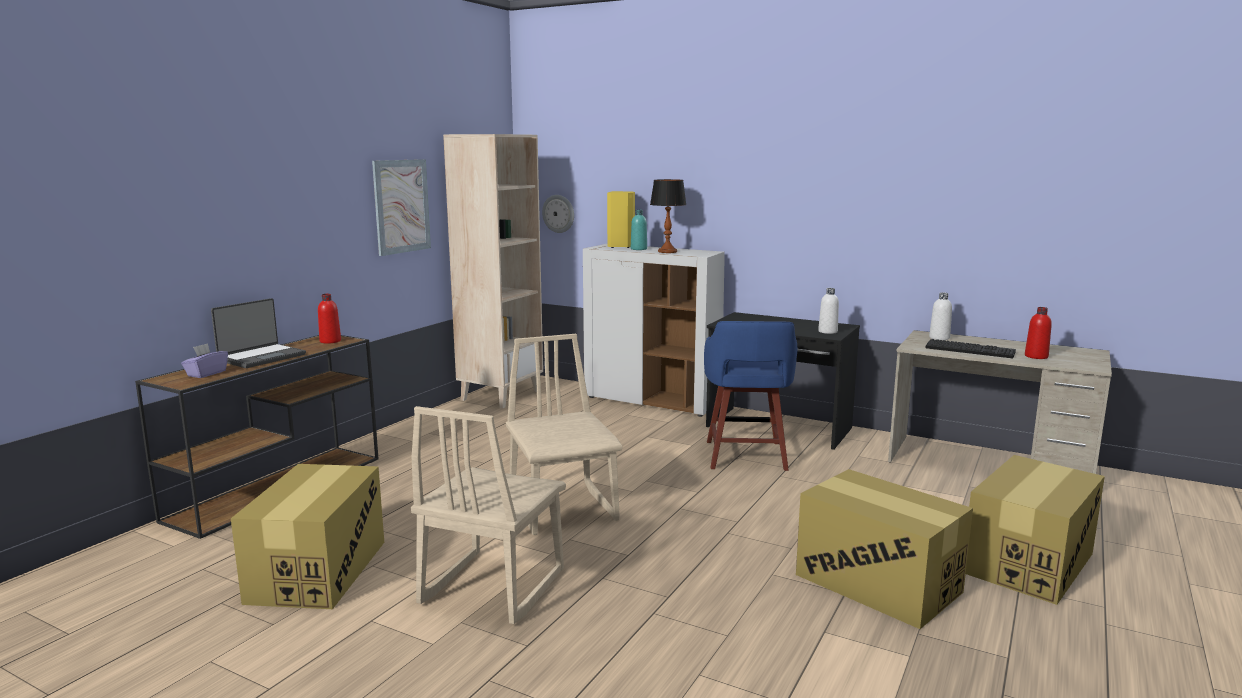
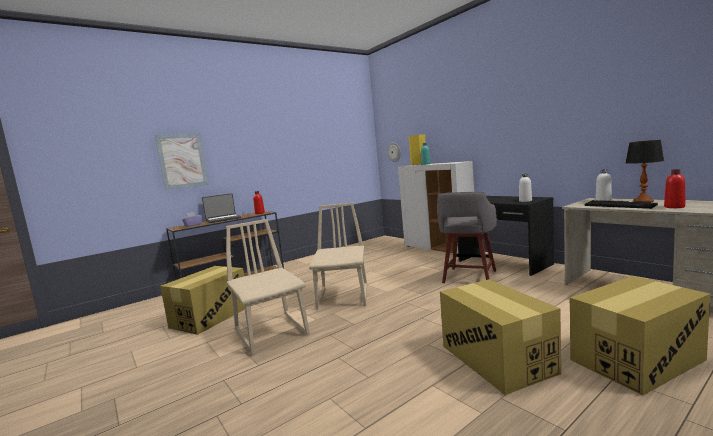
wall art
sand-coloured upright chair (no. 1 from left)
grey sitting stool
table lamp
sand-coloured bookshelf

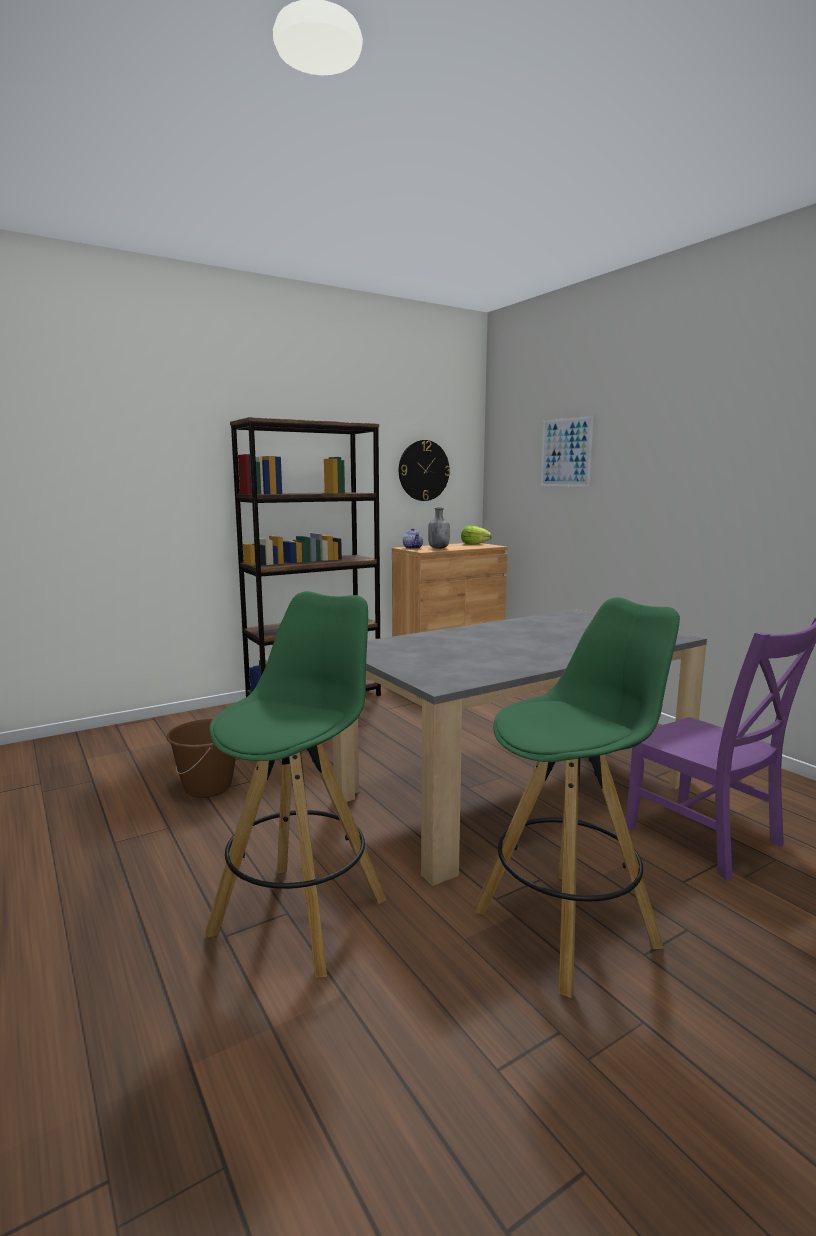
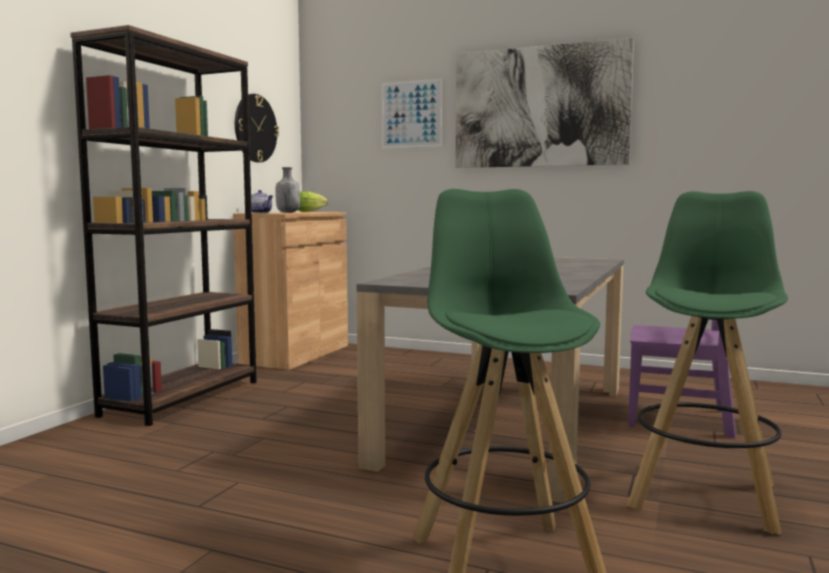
wall art (no. 2 from left)
brown pail

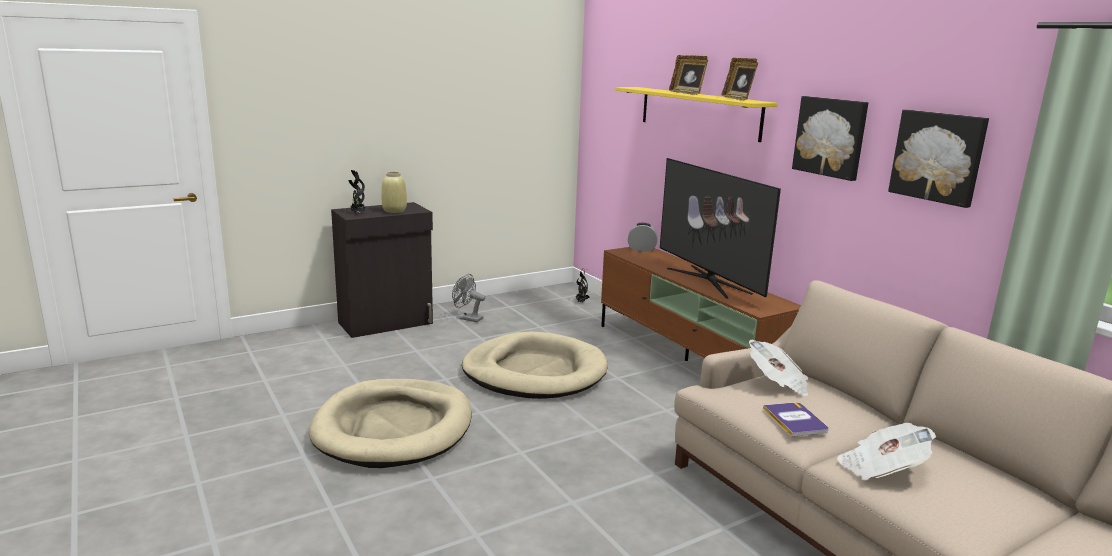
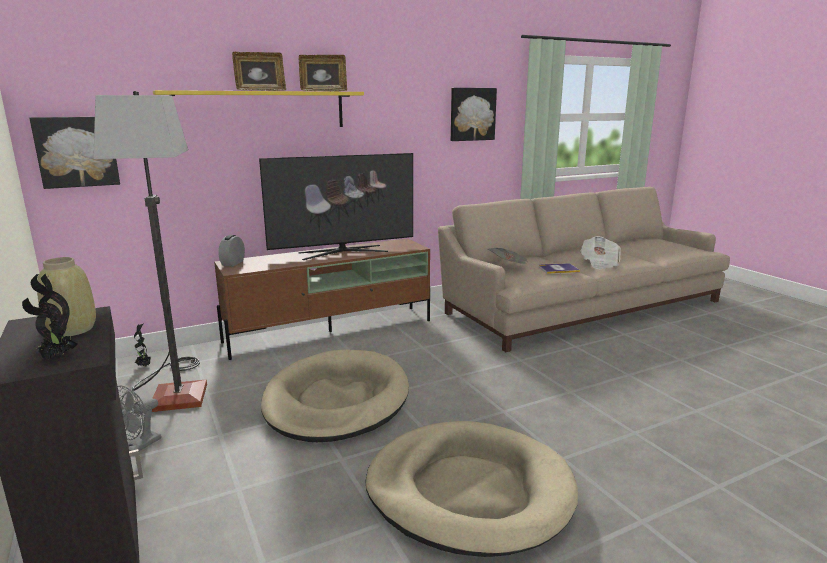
wall art (no. 1 from left)
standard lamp

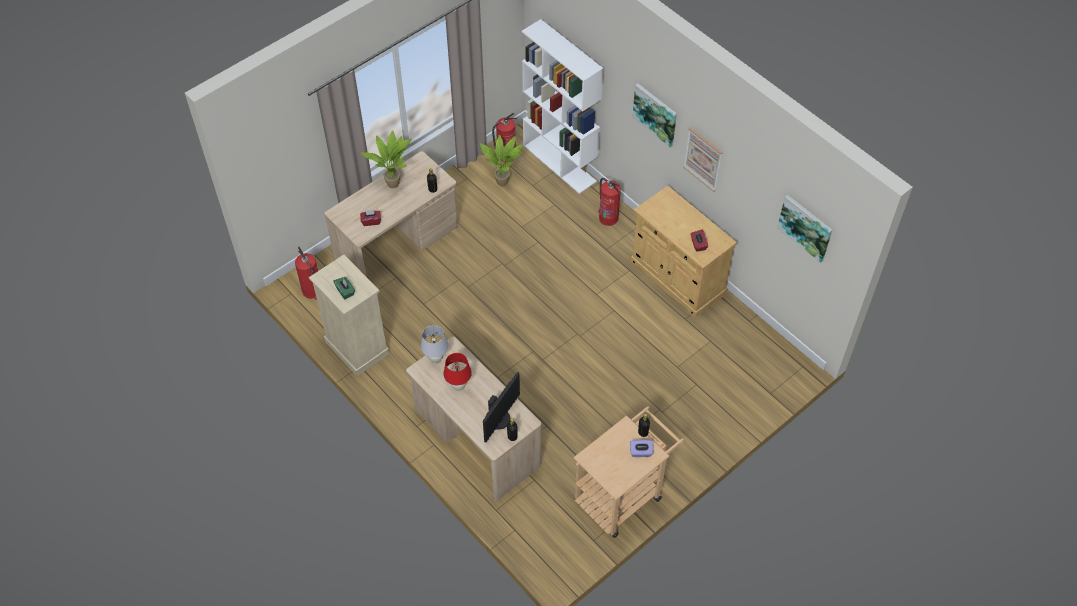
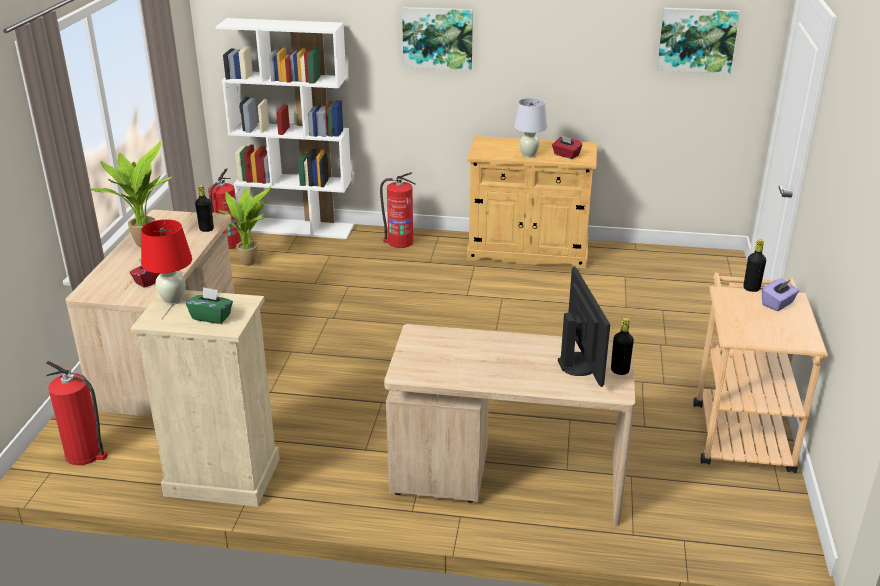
red table lamp
white table lamp
wall art (no. 2 from left in the first image)

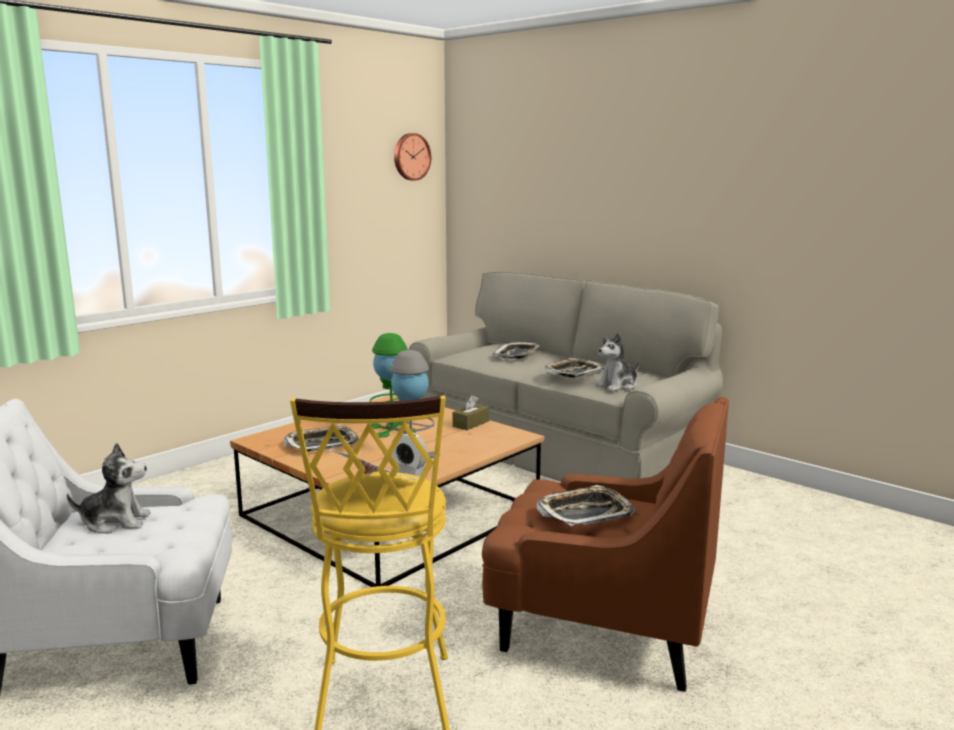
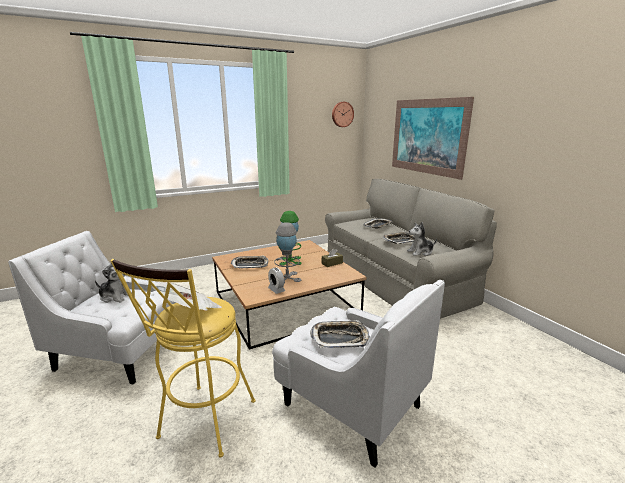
white easy chair (no. 2 from left)
wall art

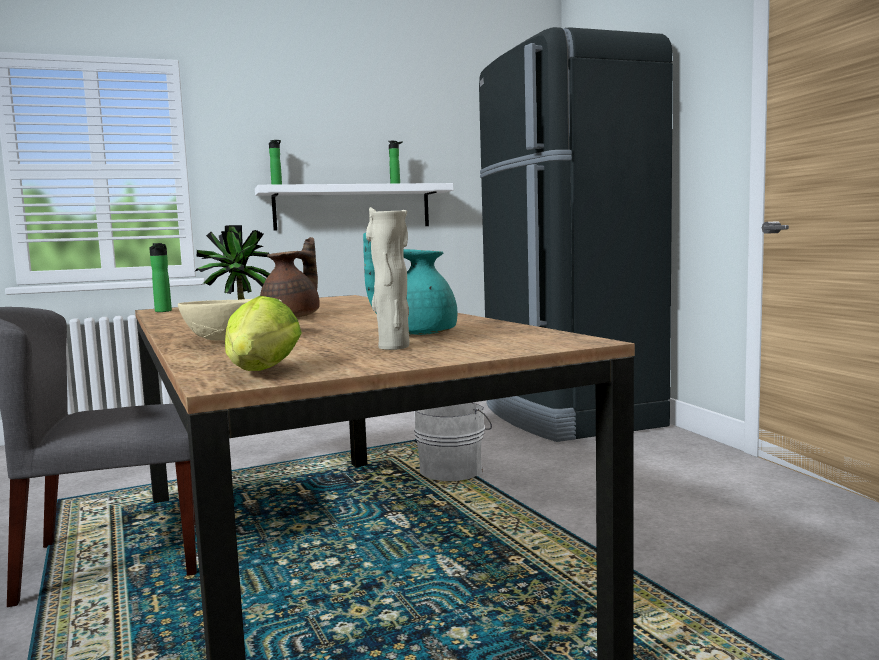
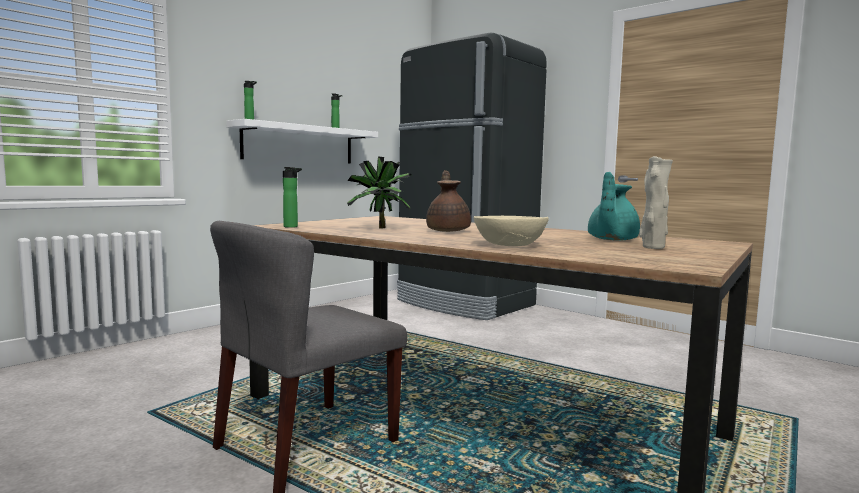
head of lettuce
white pail

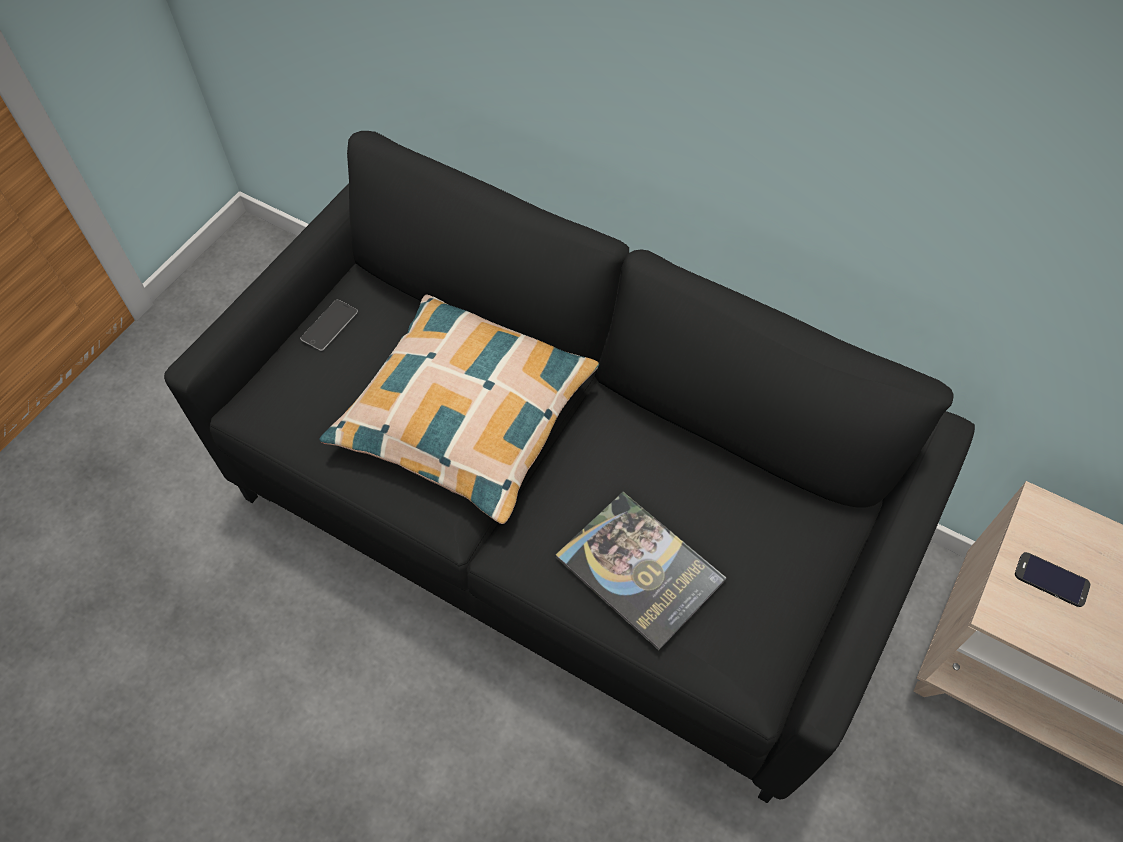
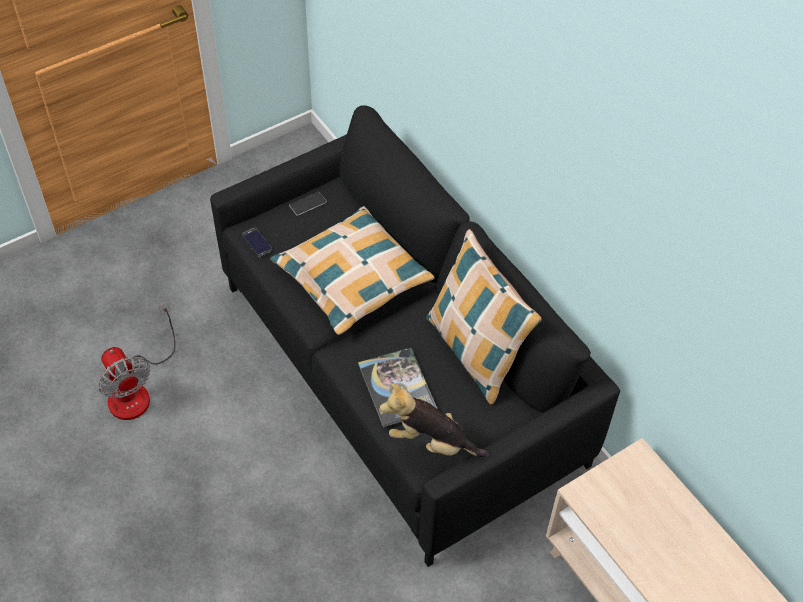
cooling fan
phone (no. 1 from left)
plush toy
throw pillow (no. 2 from left)

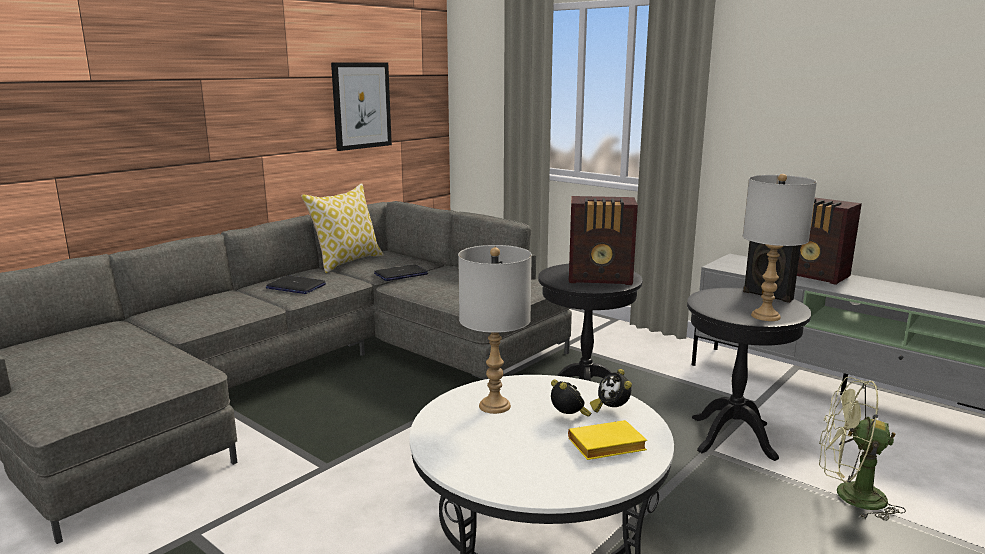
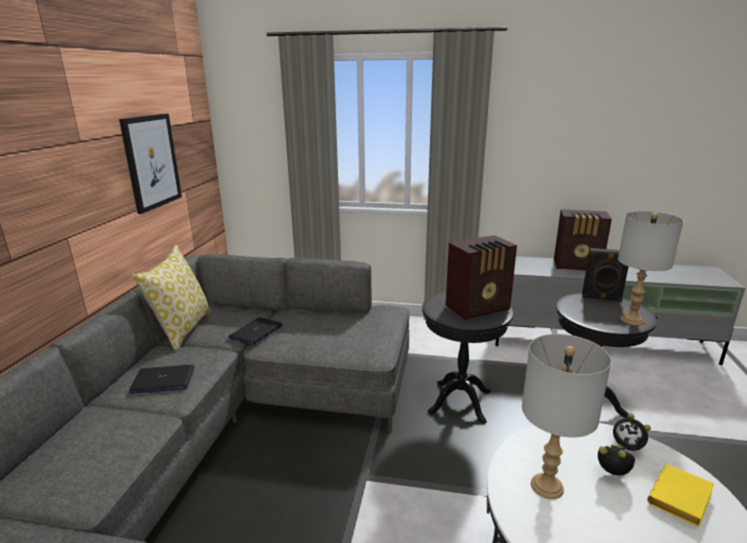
greenish cooling fan

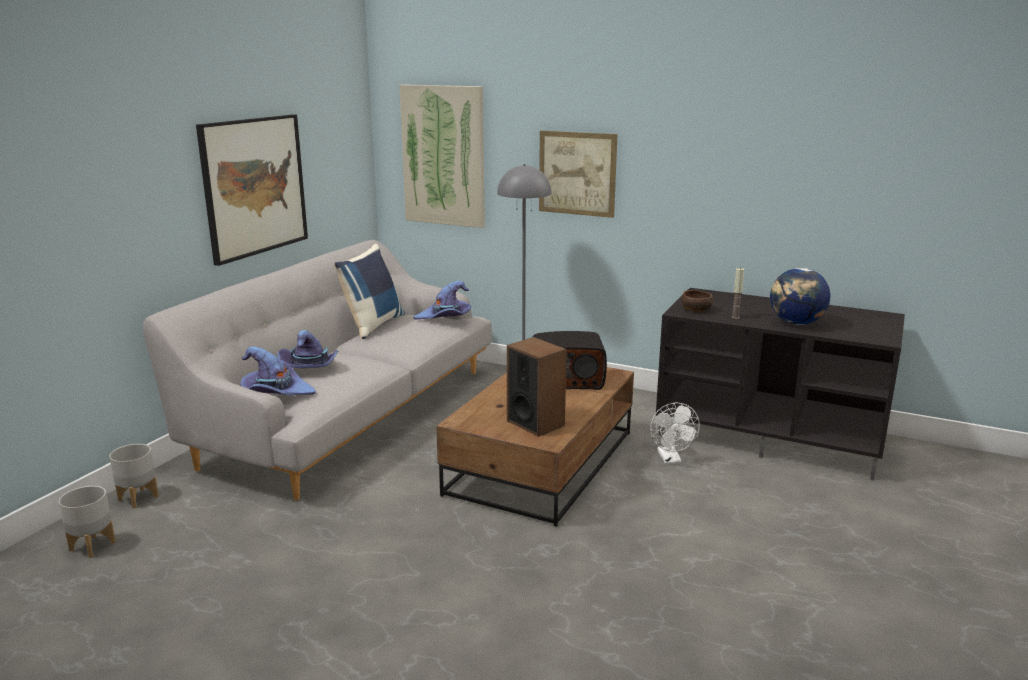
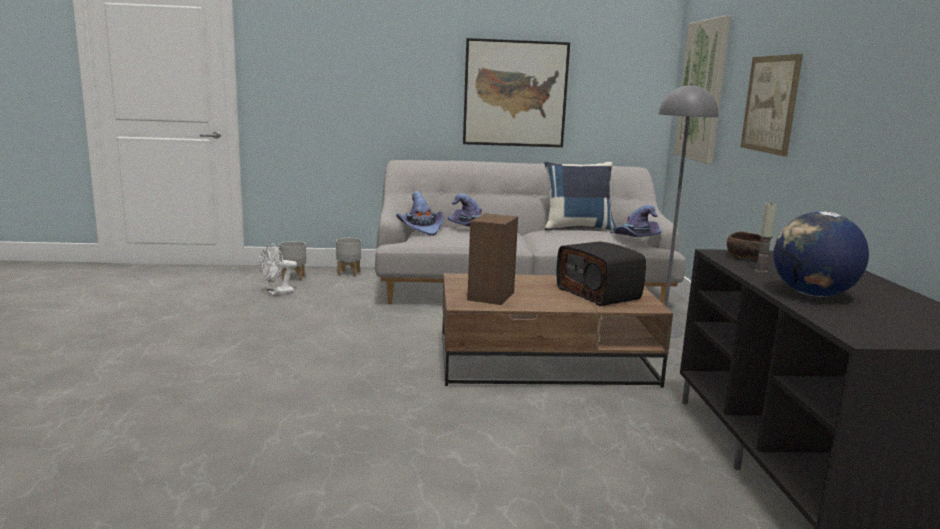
white cooling fan

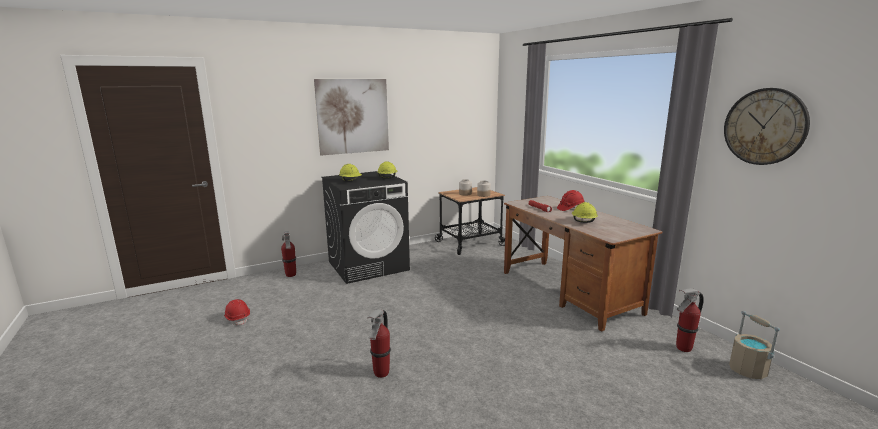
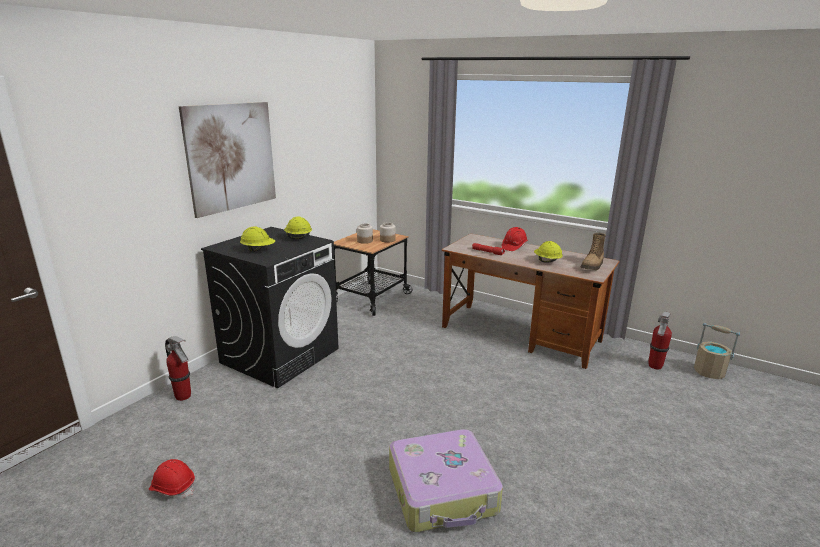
suitcase
high-top boot
clock on the wall

